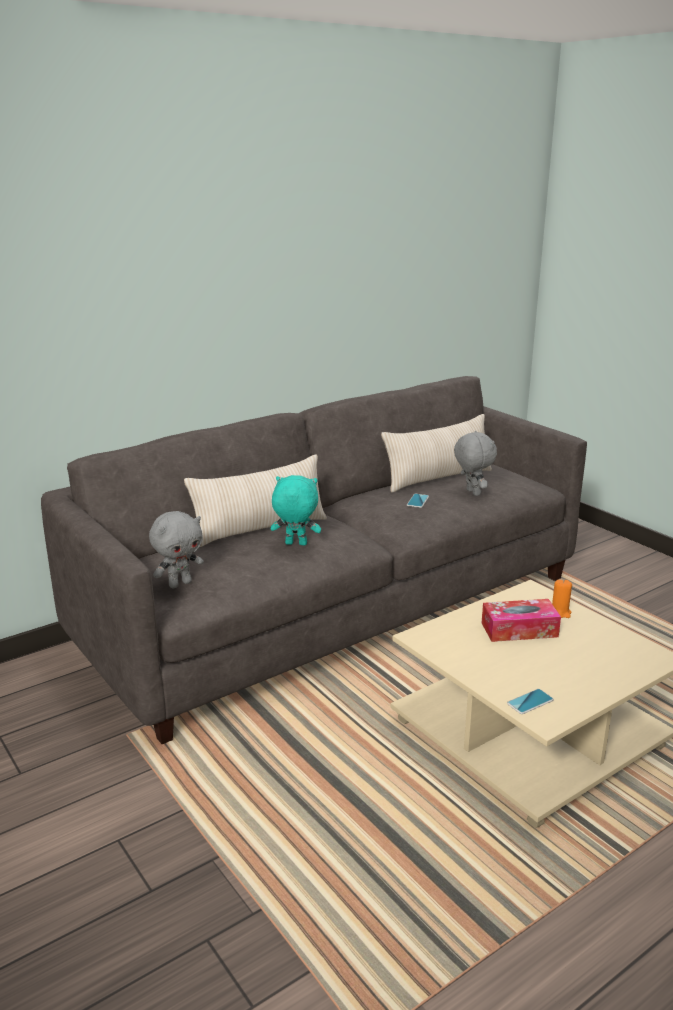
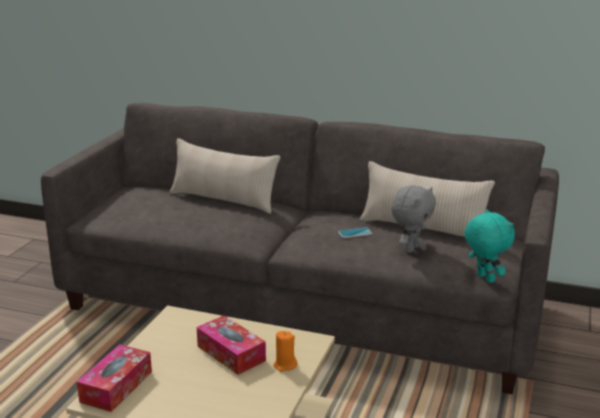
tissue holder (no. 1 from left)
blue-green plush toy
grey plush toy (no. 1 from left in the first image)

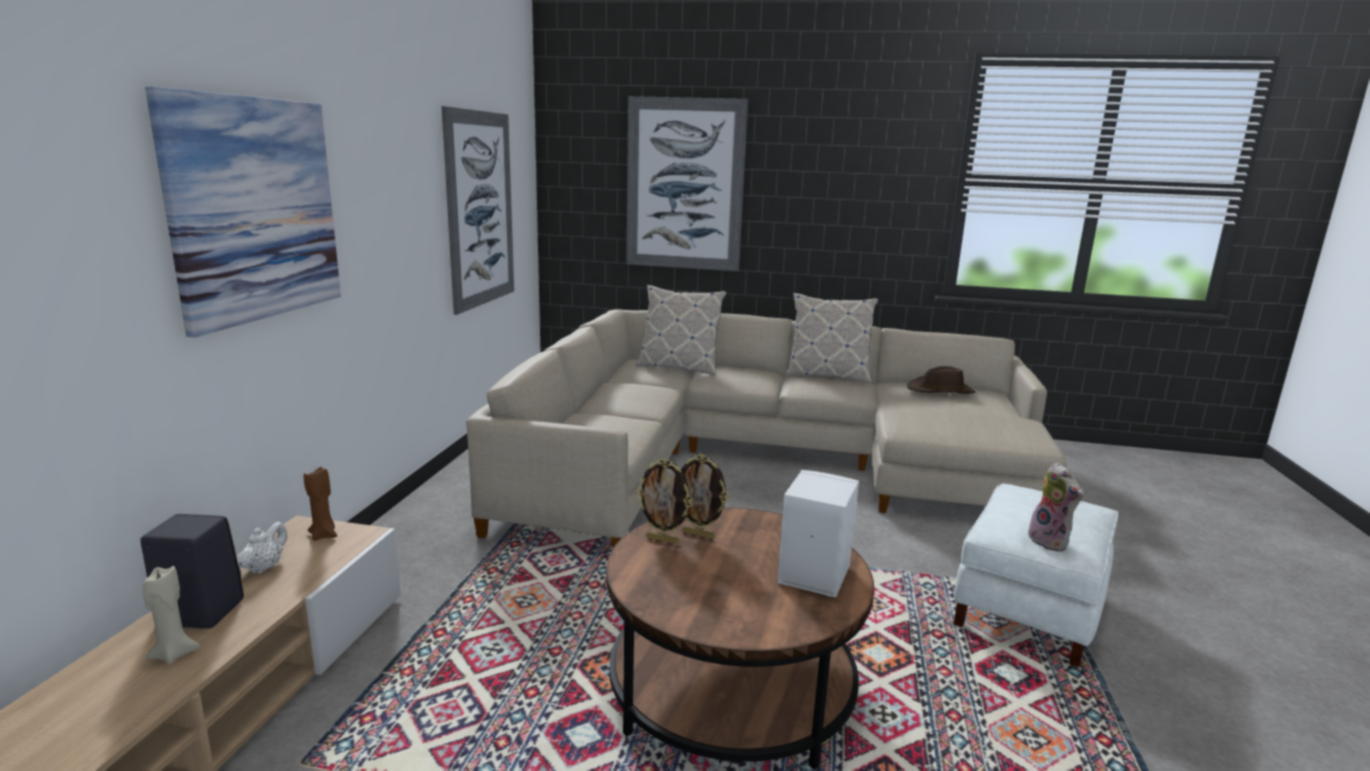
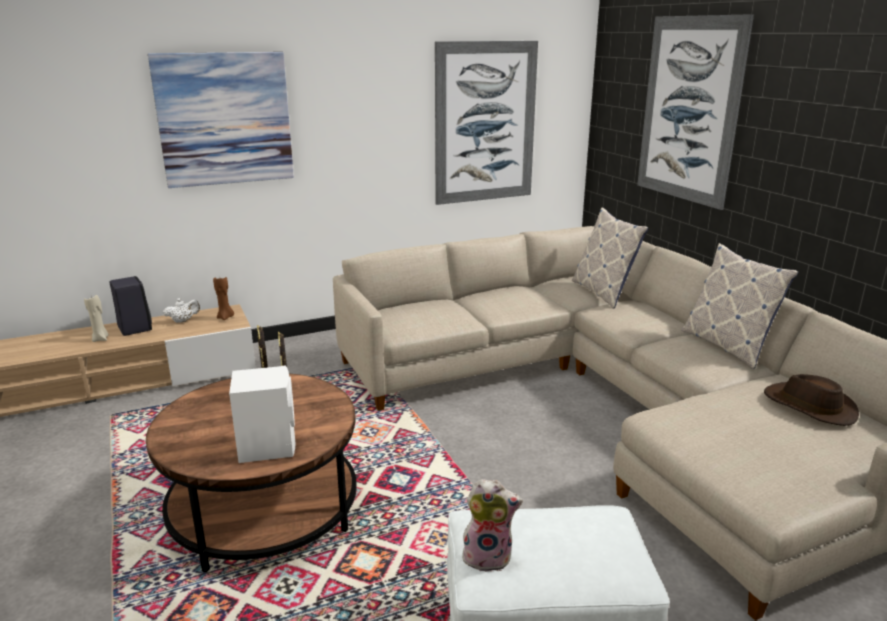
plush toy

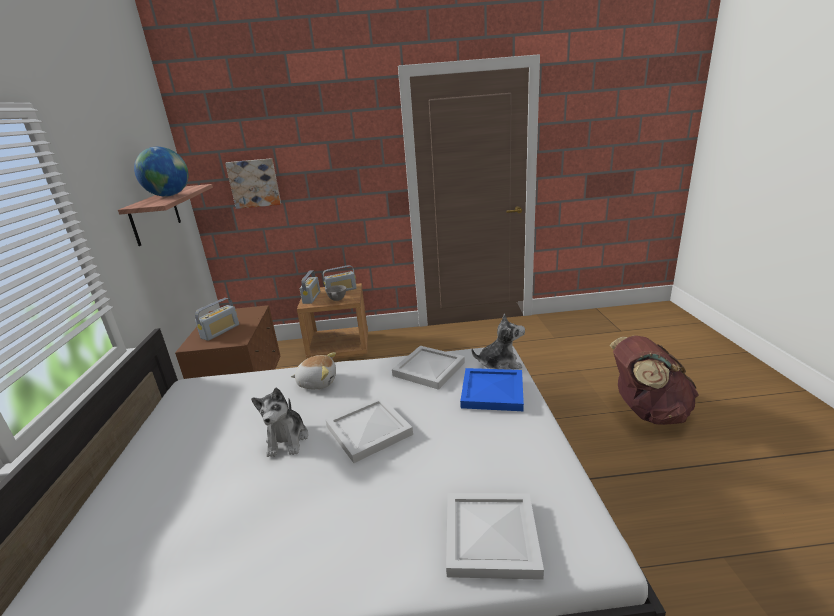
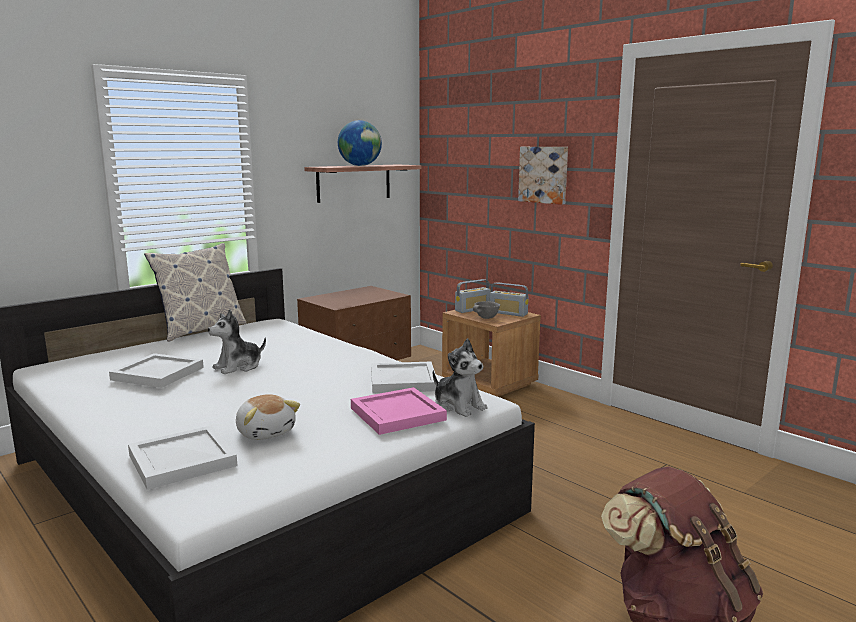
white tray (no. 1 from left)
throw pillow
plush toy (no. 2 from left)
pinkish tray
wall art
radio set (no. 1 from left in the first image)

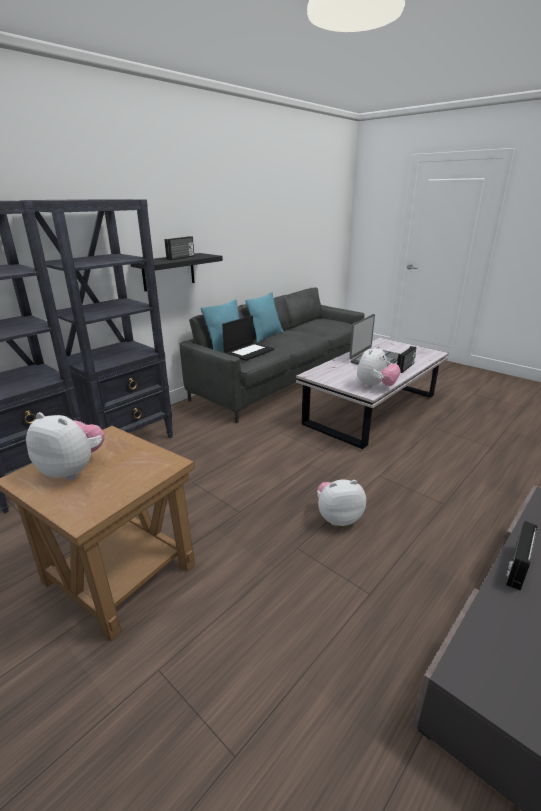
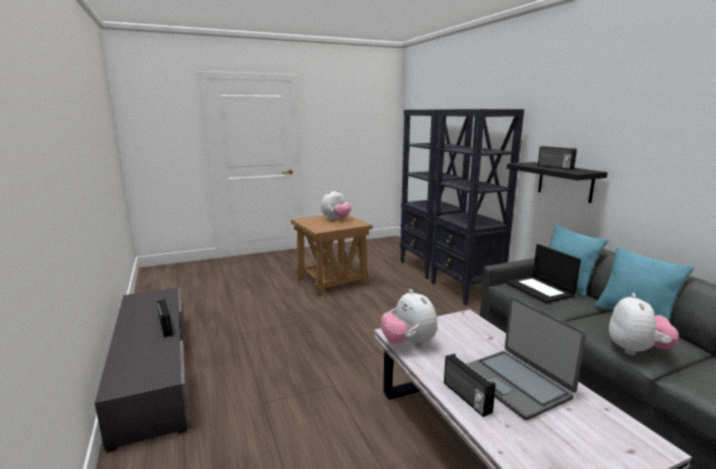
plush toy (no. 3 from left)

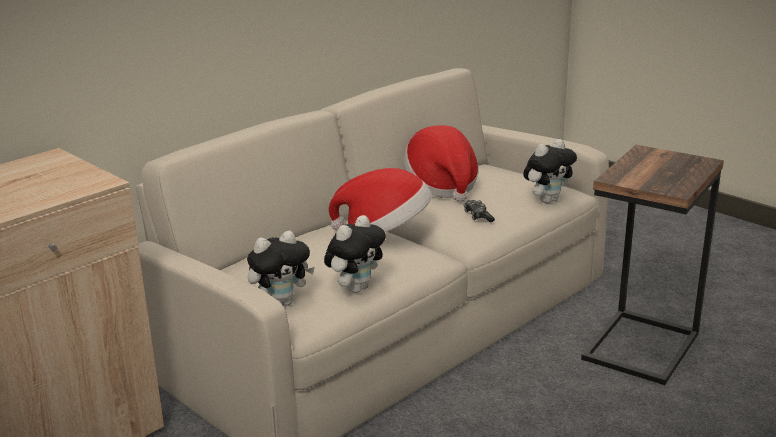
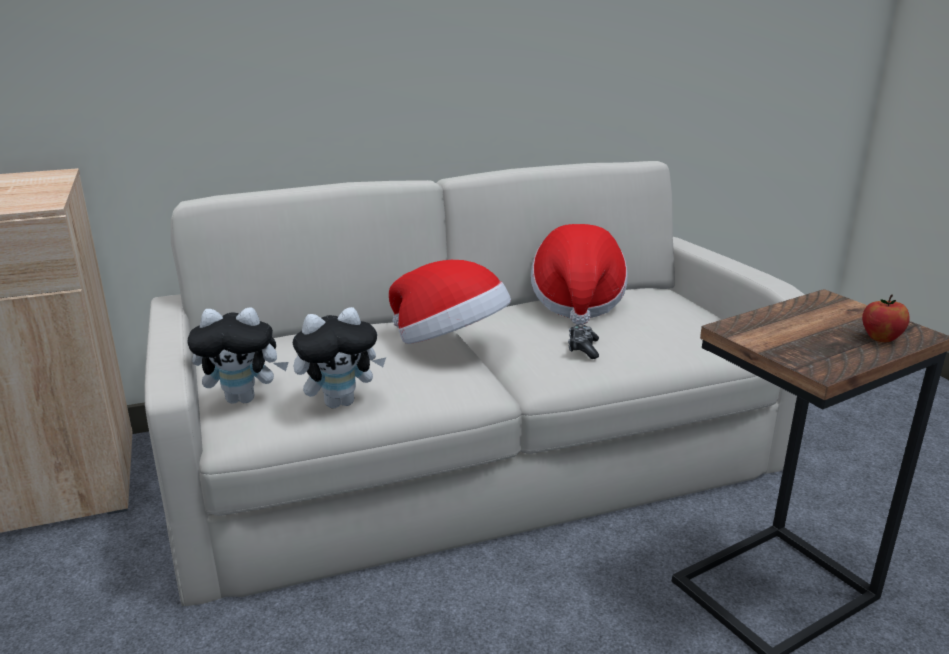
apple fruit
plush toy (no. 3 from left in the first image)

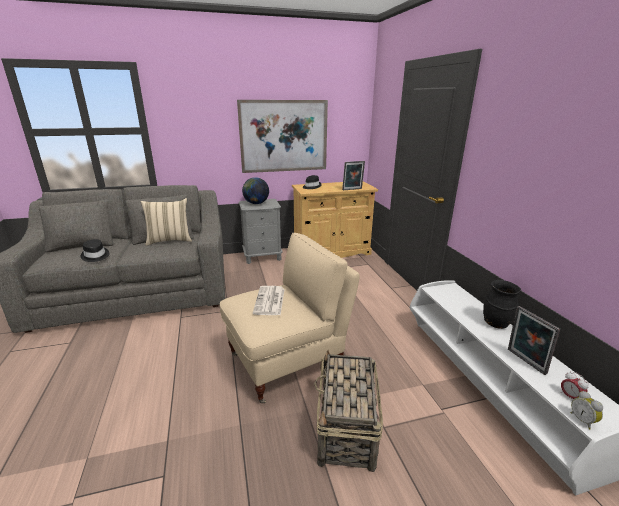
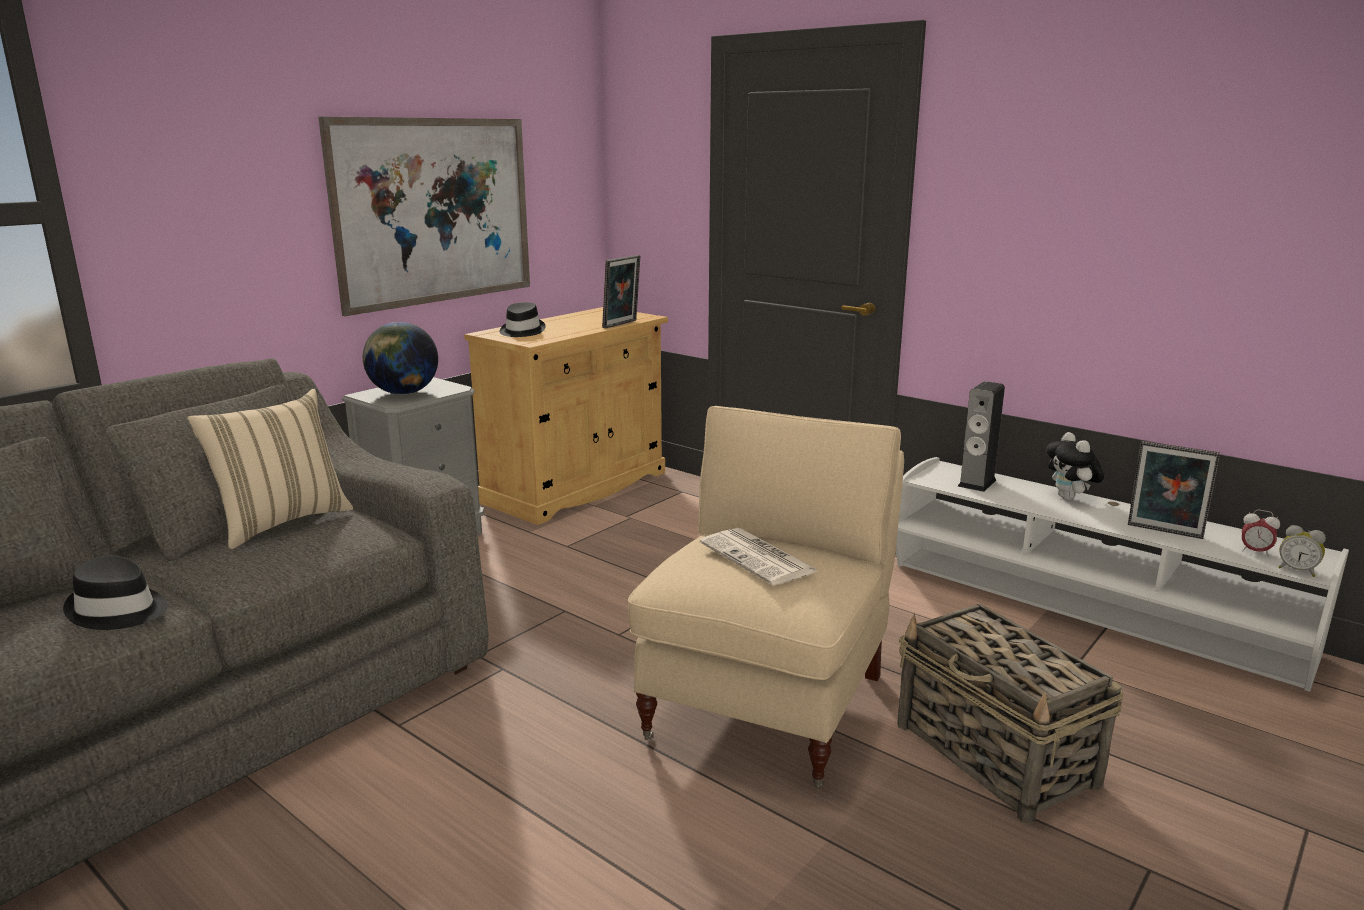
audio speaker
plush toy

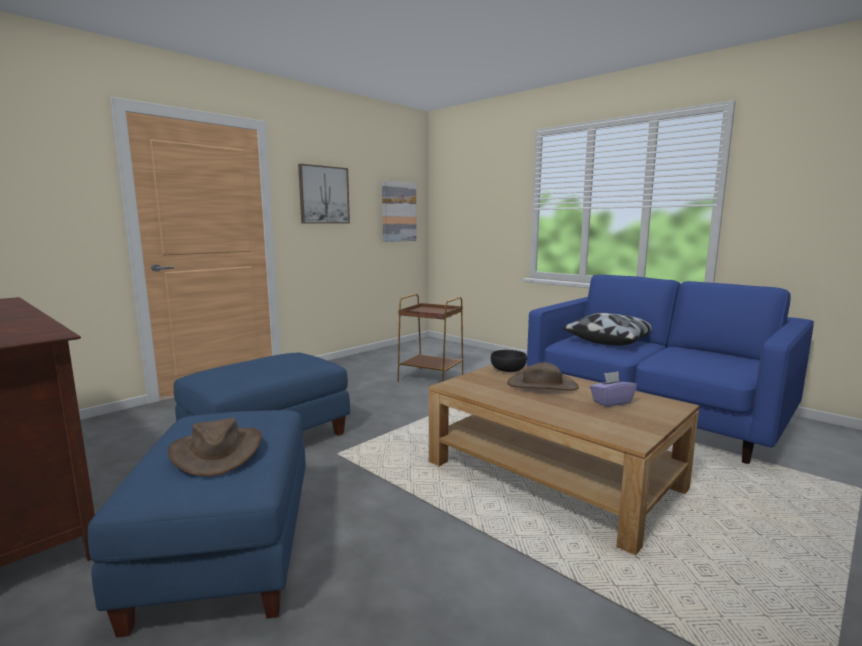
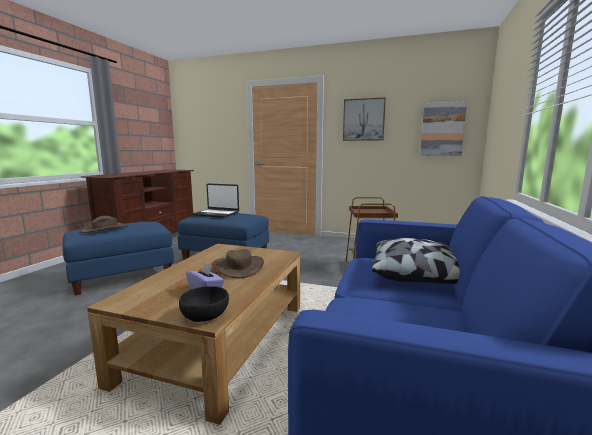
black serving bowl
notebook computer

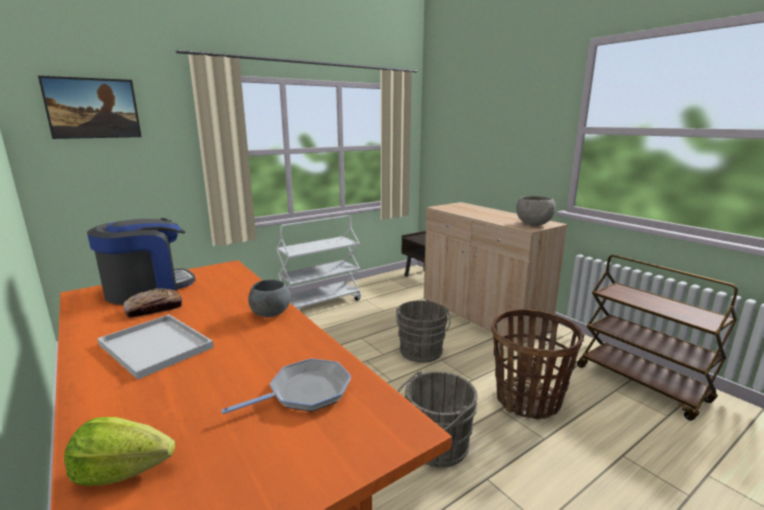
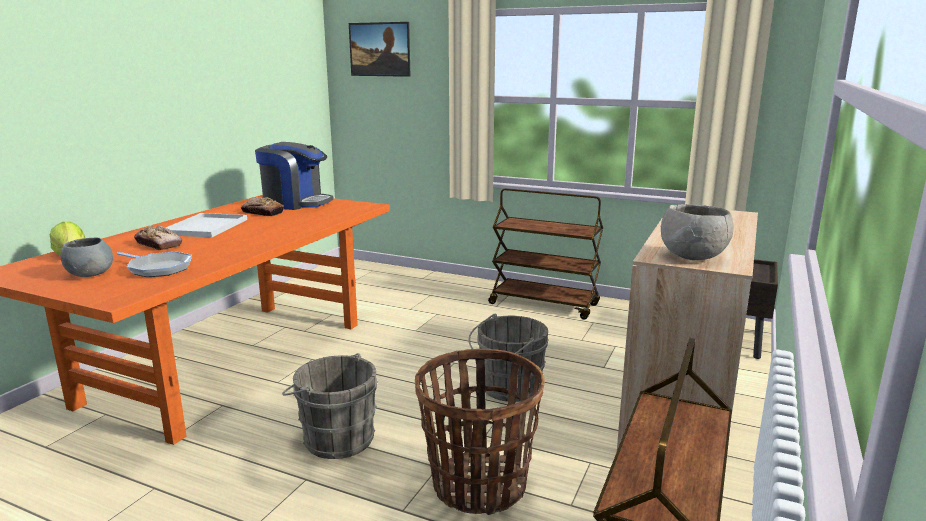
grey serving bowl (no. 1 from left)
bread (no. 1 from left)
brown trolley (no. 1 from left)

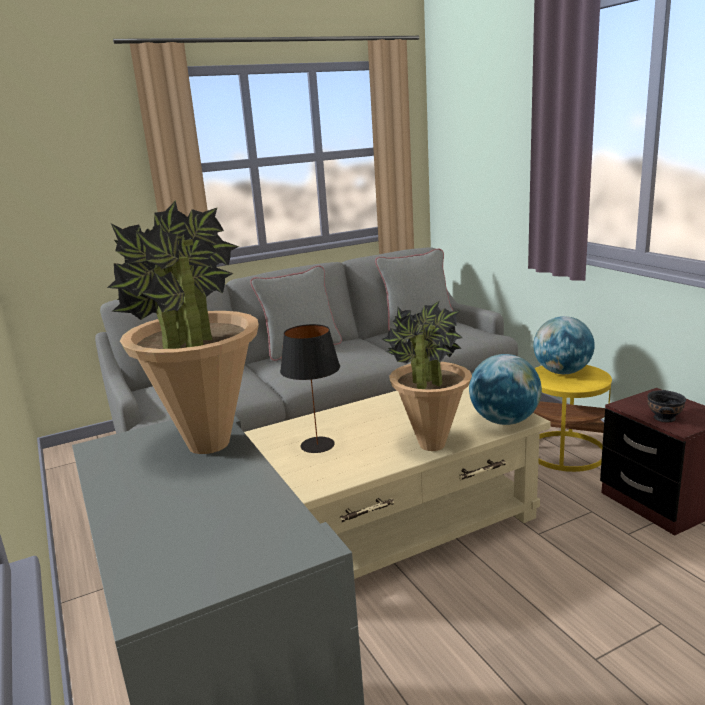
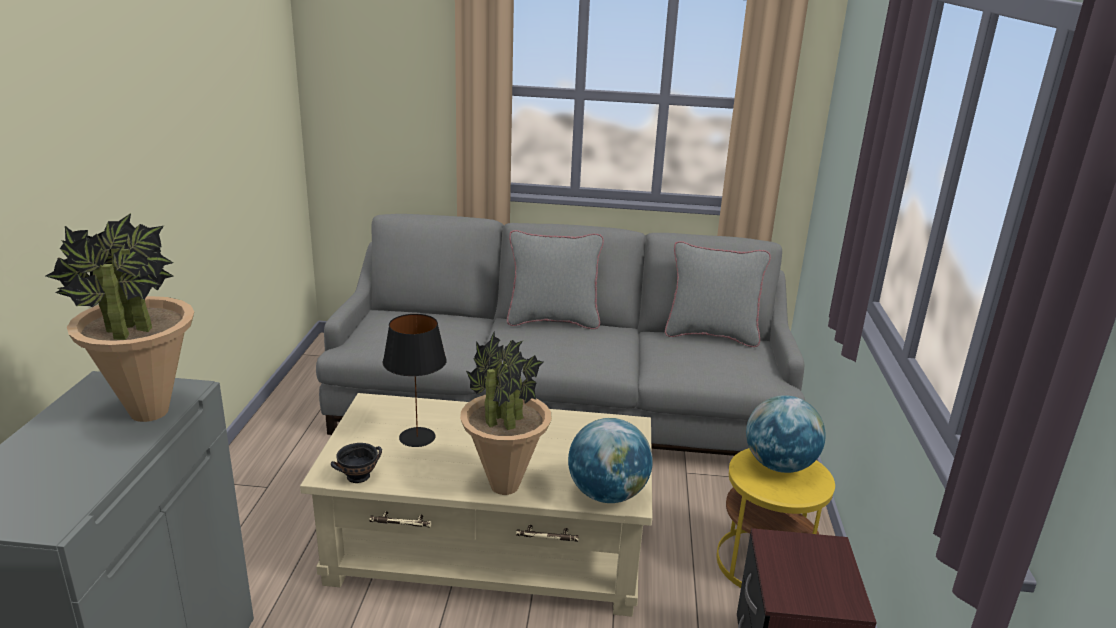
black serving bowl

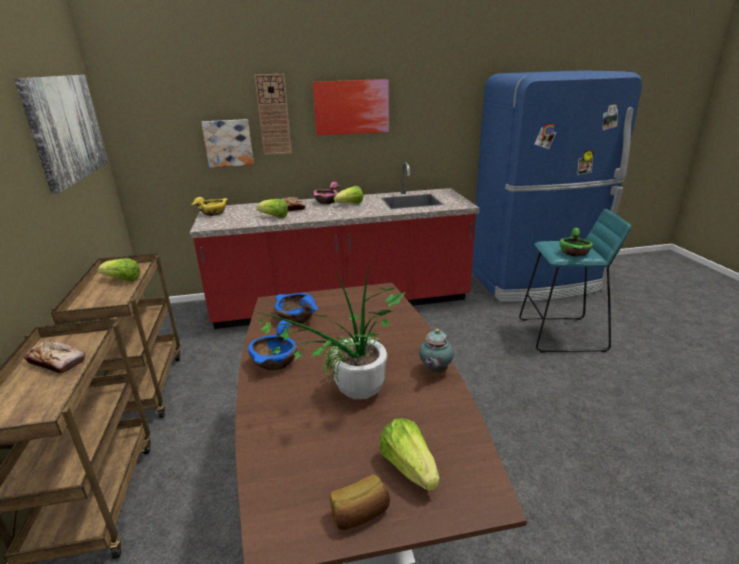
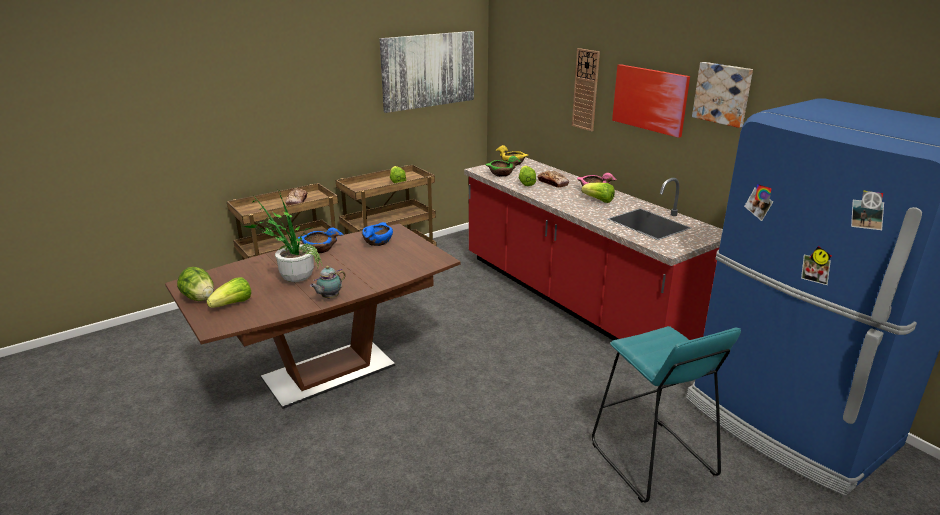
head of lettuce (no. 1 from left)
tea pot
greenish serving bowl
wall art (no. 3 from left)

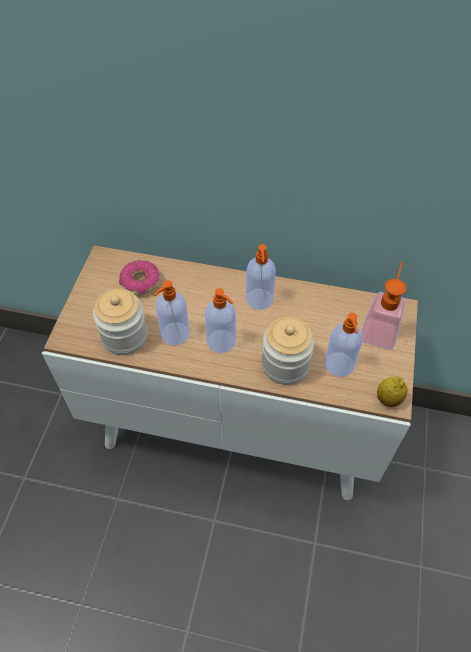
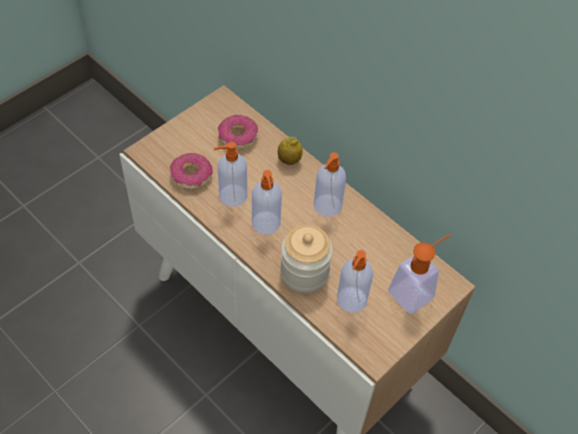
ring doughnut (no. 1 from left)
lemon

